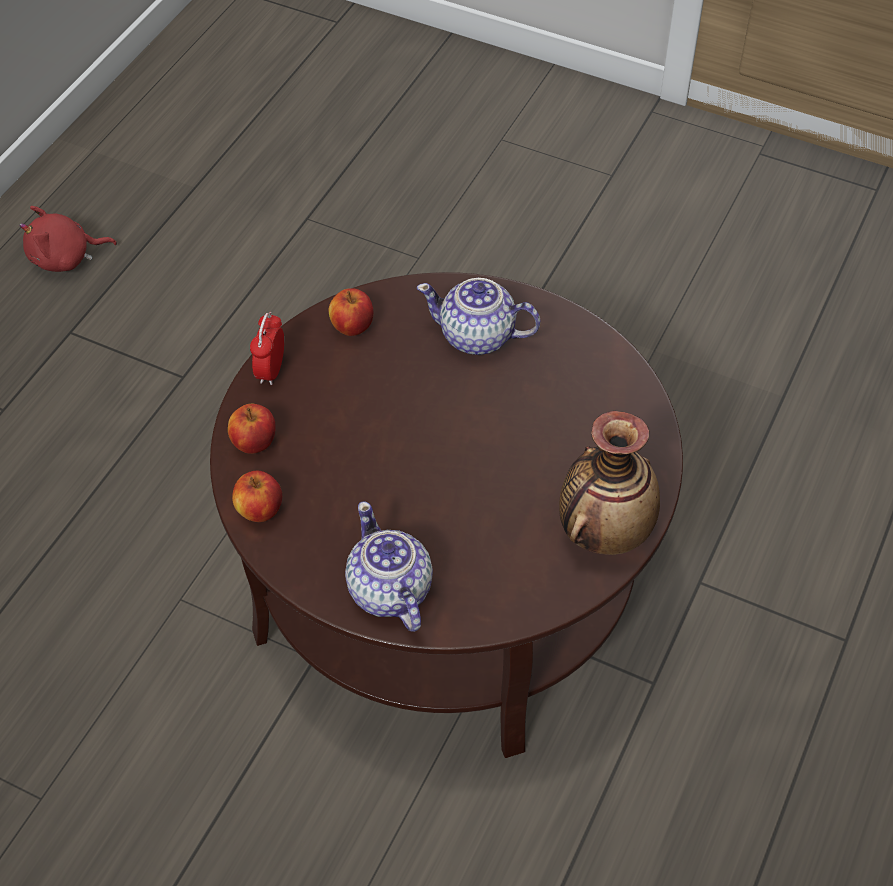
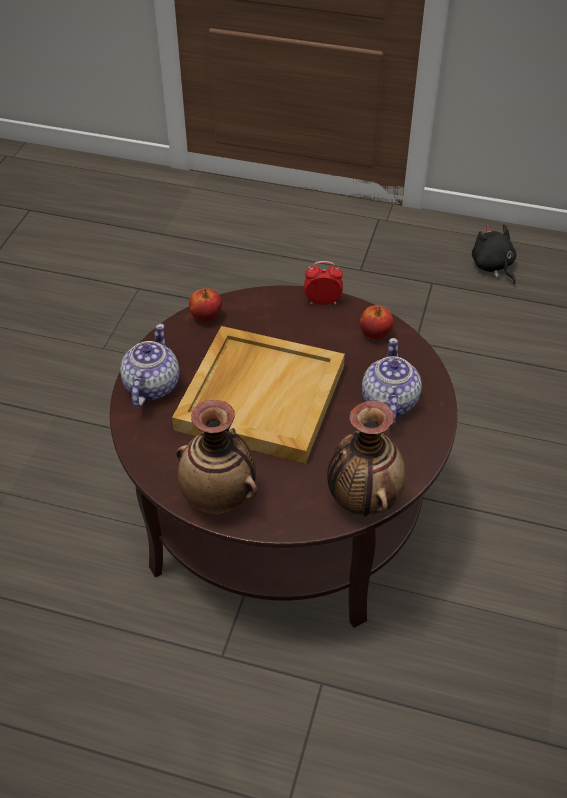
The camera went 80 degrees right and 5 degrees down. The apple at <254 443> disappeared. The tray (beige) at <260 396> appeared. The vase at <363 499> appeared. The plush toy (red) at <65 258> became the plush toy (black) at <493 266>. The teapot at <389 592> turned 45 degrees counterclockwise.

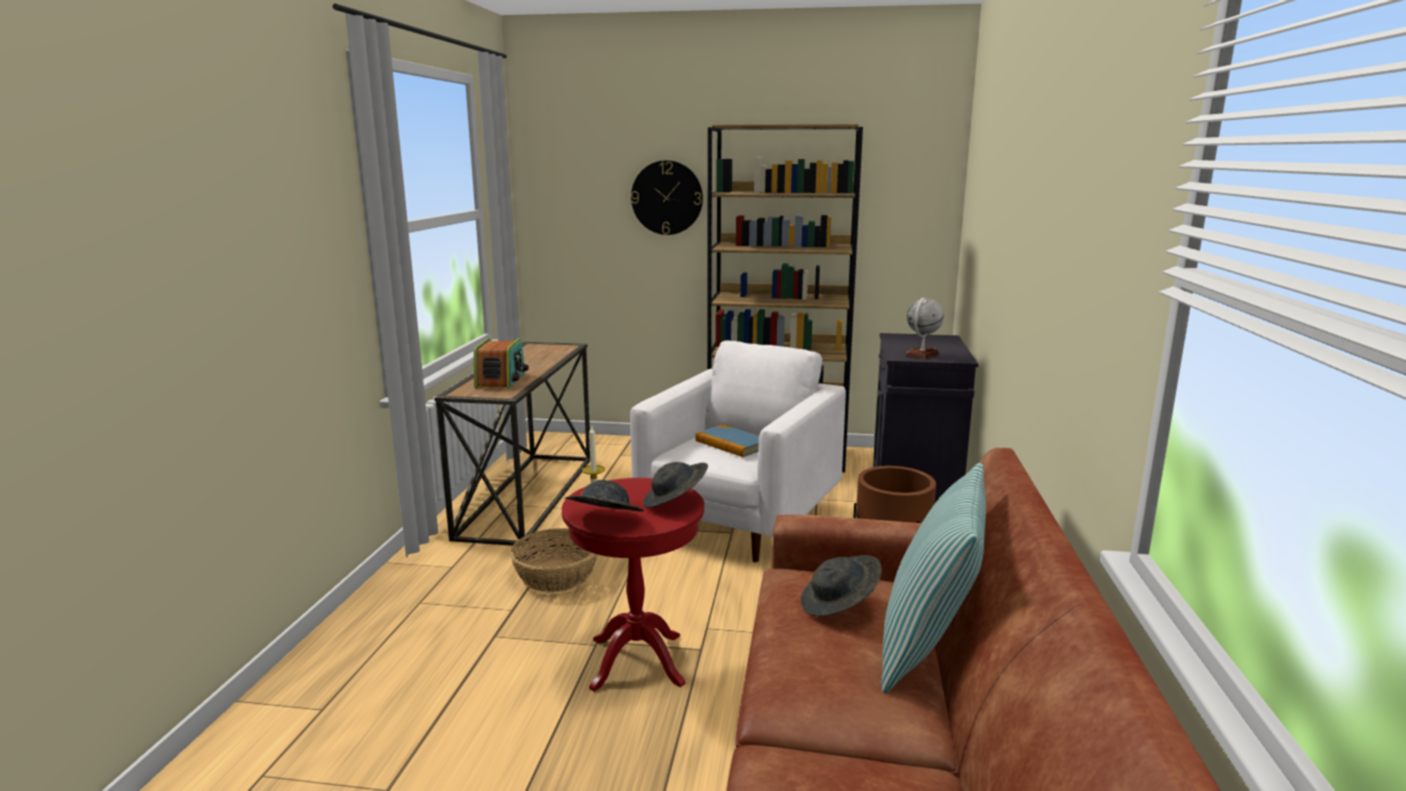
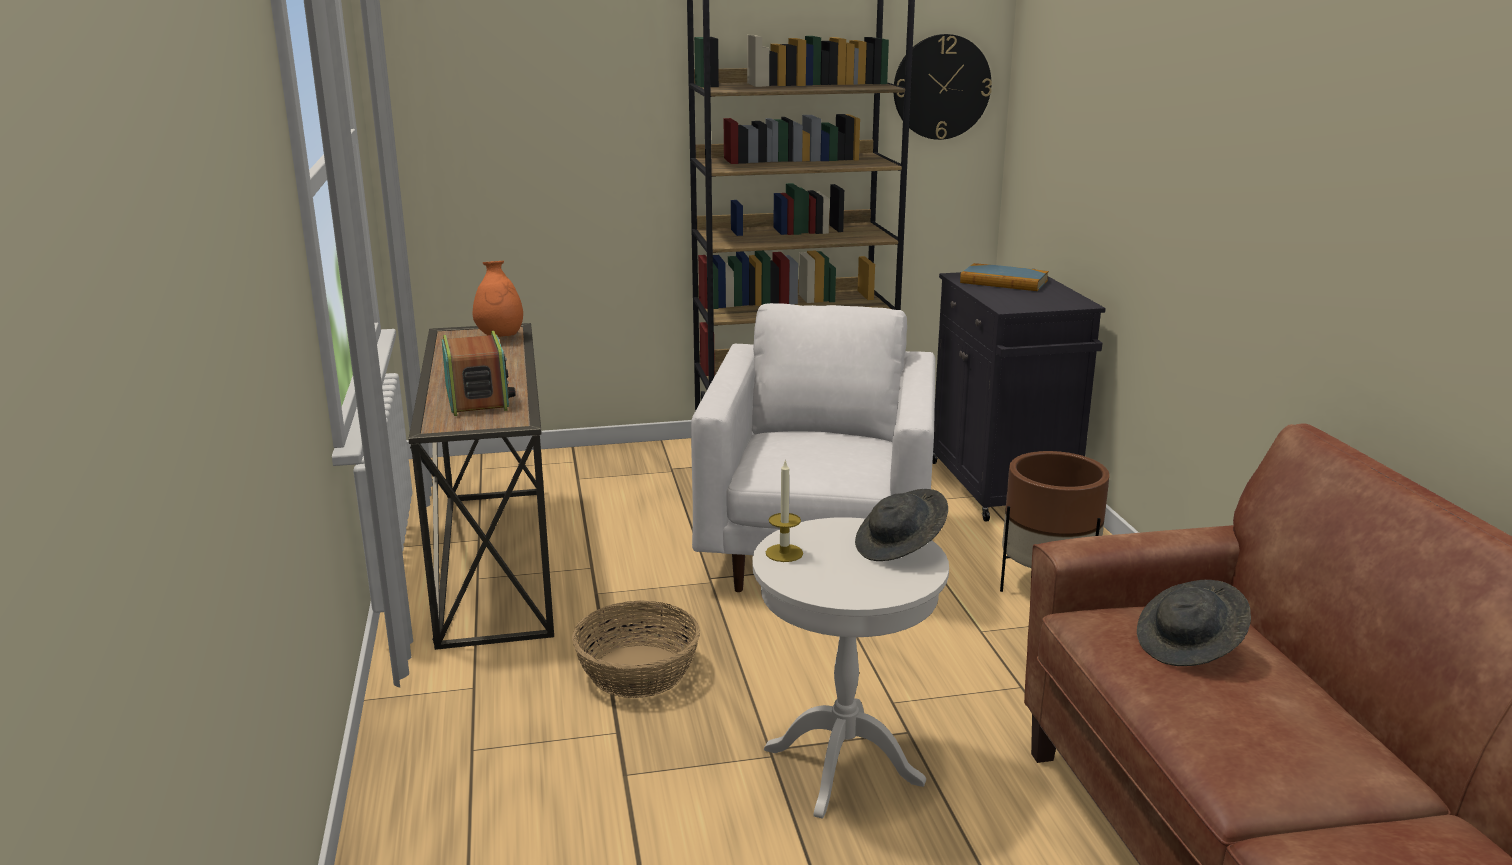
The camera went 20 degrees left and 5 degrees up. The hat (grey) at <604 521> disappeared. The pillow at <928 646> disappeared. The globe at <922 355> disappeared. The vase (orange) at <500 337> appeared. The wall clock moved from <667 197> to <941 87>. The book moved from <732 444> to <1004 282>. The side table (red) at <637 661> became the side table (white) at <842 765>.

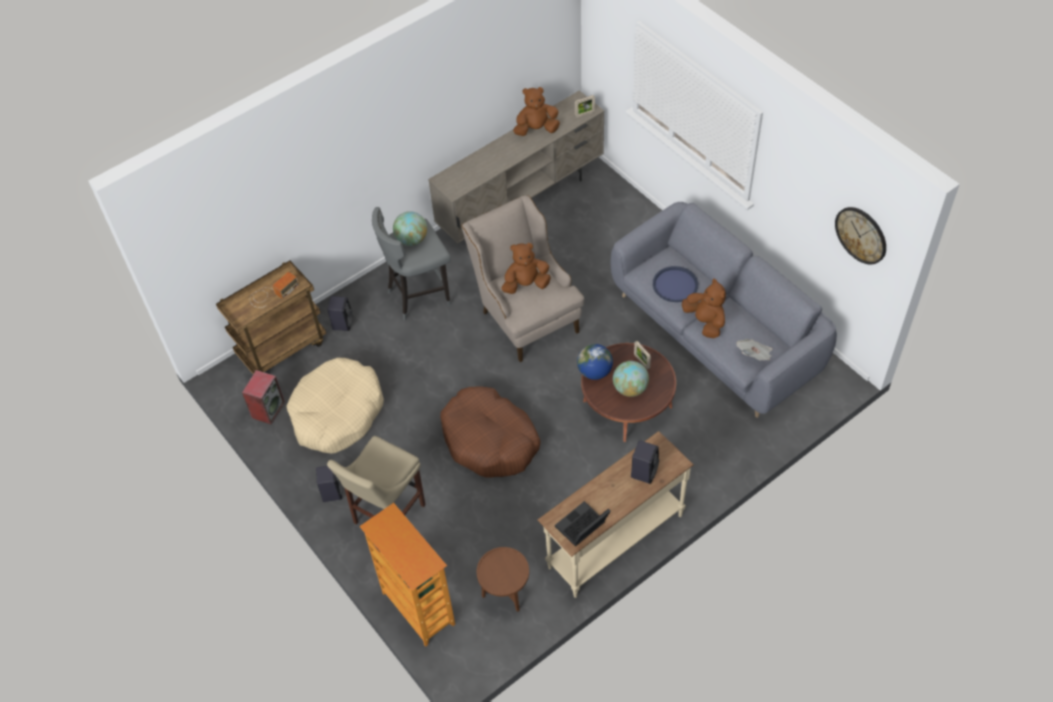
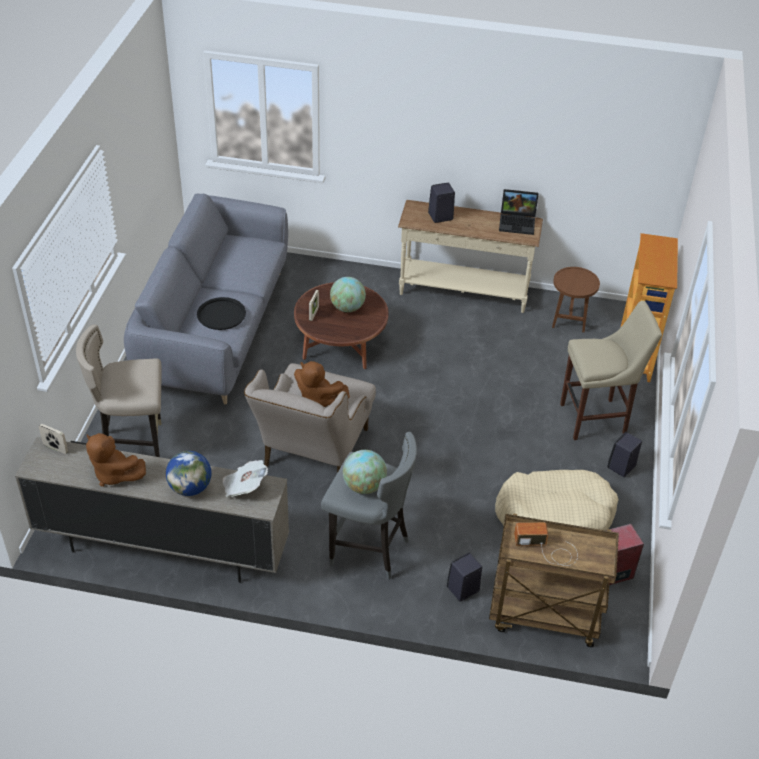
The camera went 135 degrees left and 10 degrees down. The dog bed (brown) at <490 440> disappeared. The plush toy (brown) at <705 322> disappeared. The wall clock at <861 235> disappeared. The stool (beige) at <134 446> appeared. The globe moved from <594 372> to <190 488>. The newspaper moved from <754 355> to <244 486>. The tray (blue) at <675 285> became the tray (black) at <221 314>.

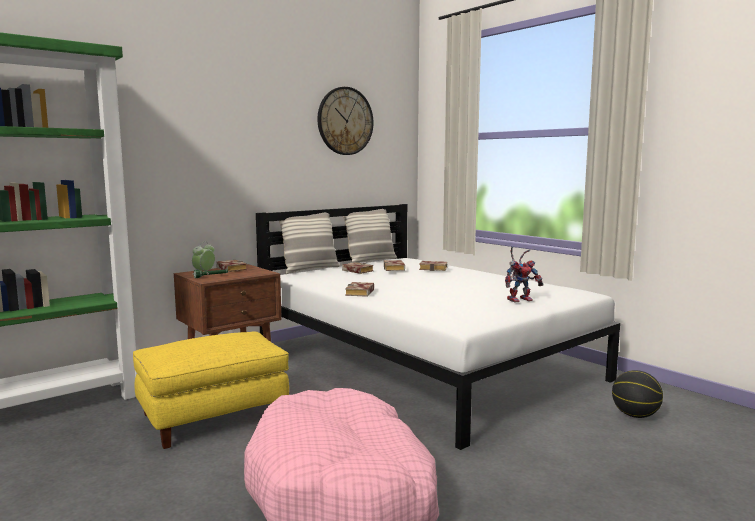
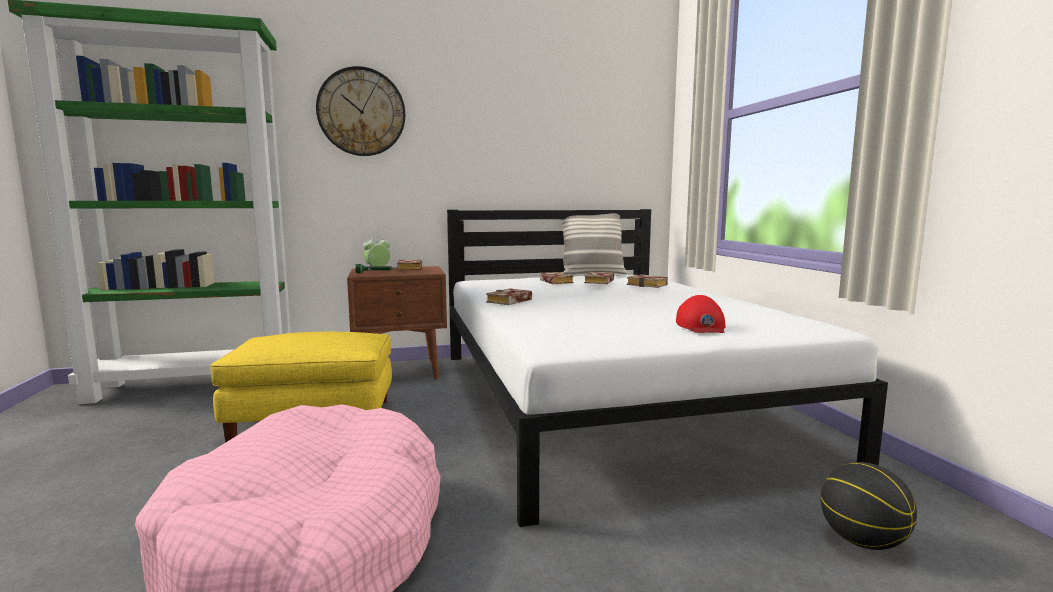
The camera went 25 degrees right and 0 degrees up. The pillow at <309 269> disappeared. The wall clock moved from <345 121> to <361 112>. The toy robot at <520 299> was replaced by the cap (red) at <701 326>.

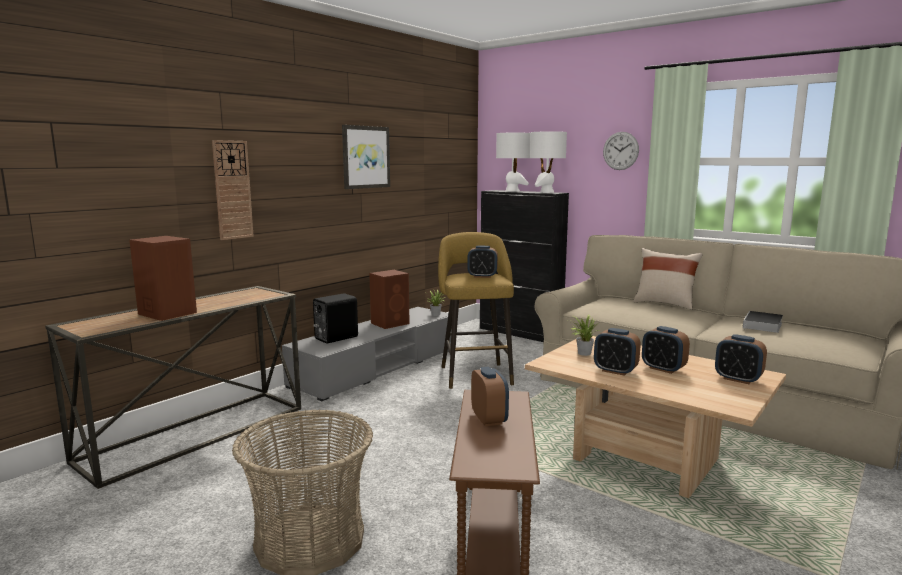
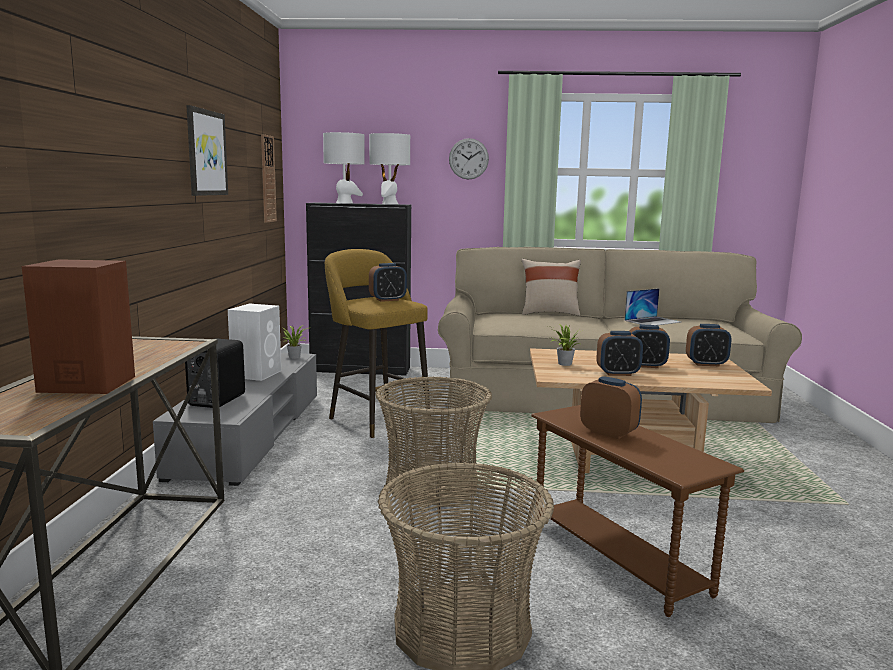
The camera went 35 degrees left and 0 degrees up. The basket at <432 484> appeared. The wall clock moved from <232 190> to <267 179>. The book at <762 325> was replaced by the laptop at <652 321>. The speaker (brown) at <391 323> became the speaker (white) at <257 373>.

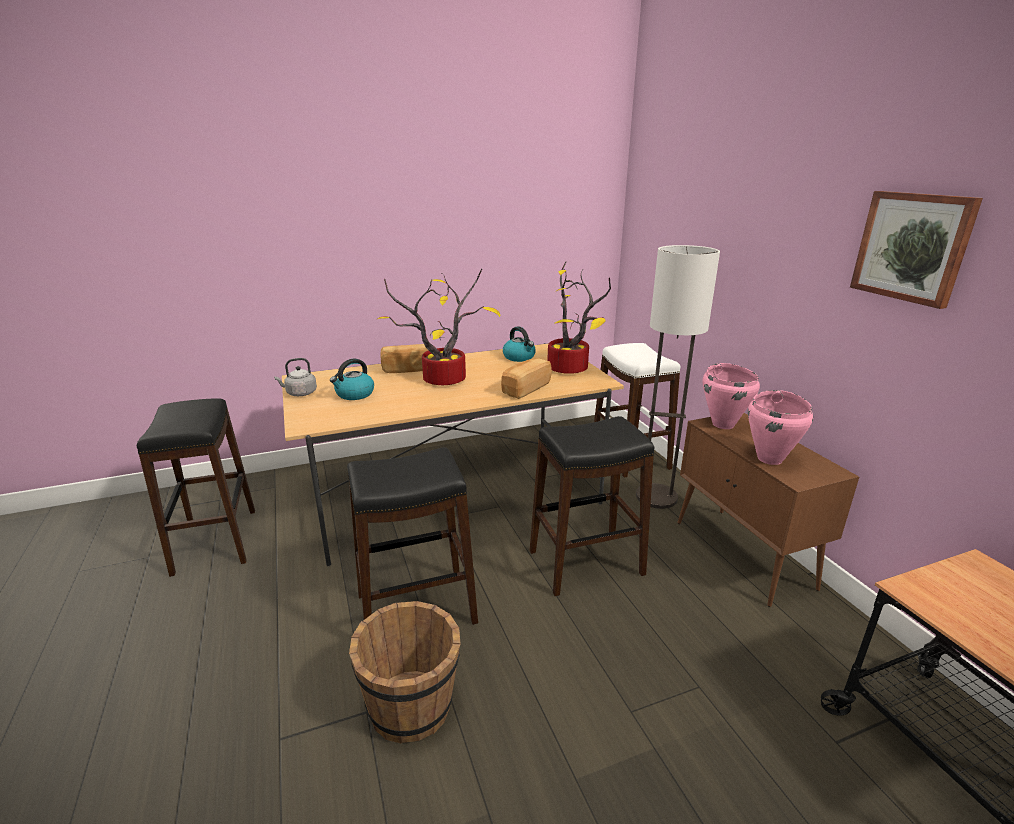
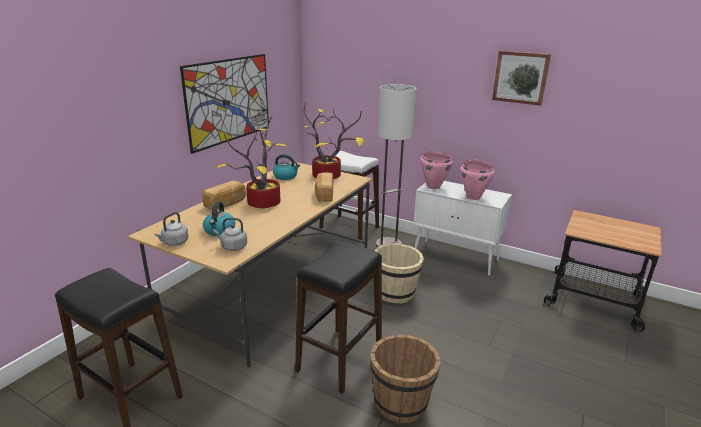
The camera went 40 degrees left and 0 degrees up. The picture at <229 100> appeared. The kettle (grey) at <232 247> appeared. The stool (black) at <585 563> was replaced by the bucket (beige) at <395 293>. The cabinet (brown) at <743 555> became the cabinet (white) at <456 257>.

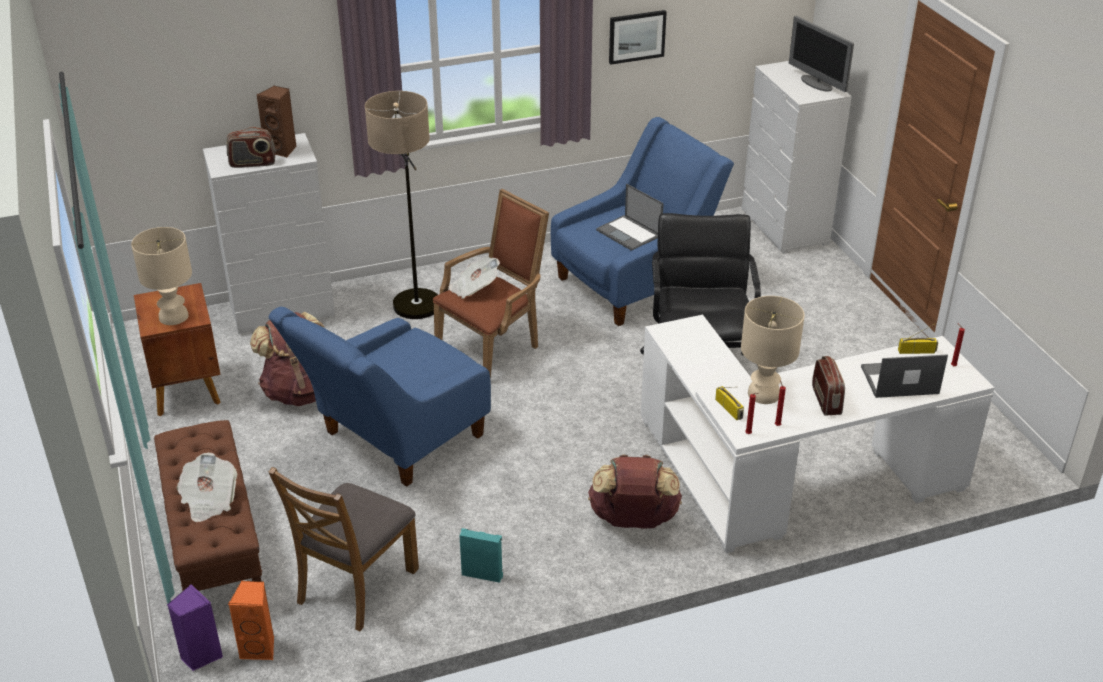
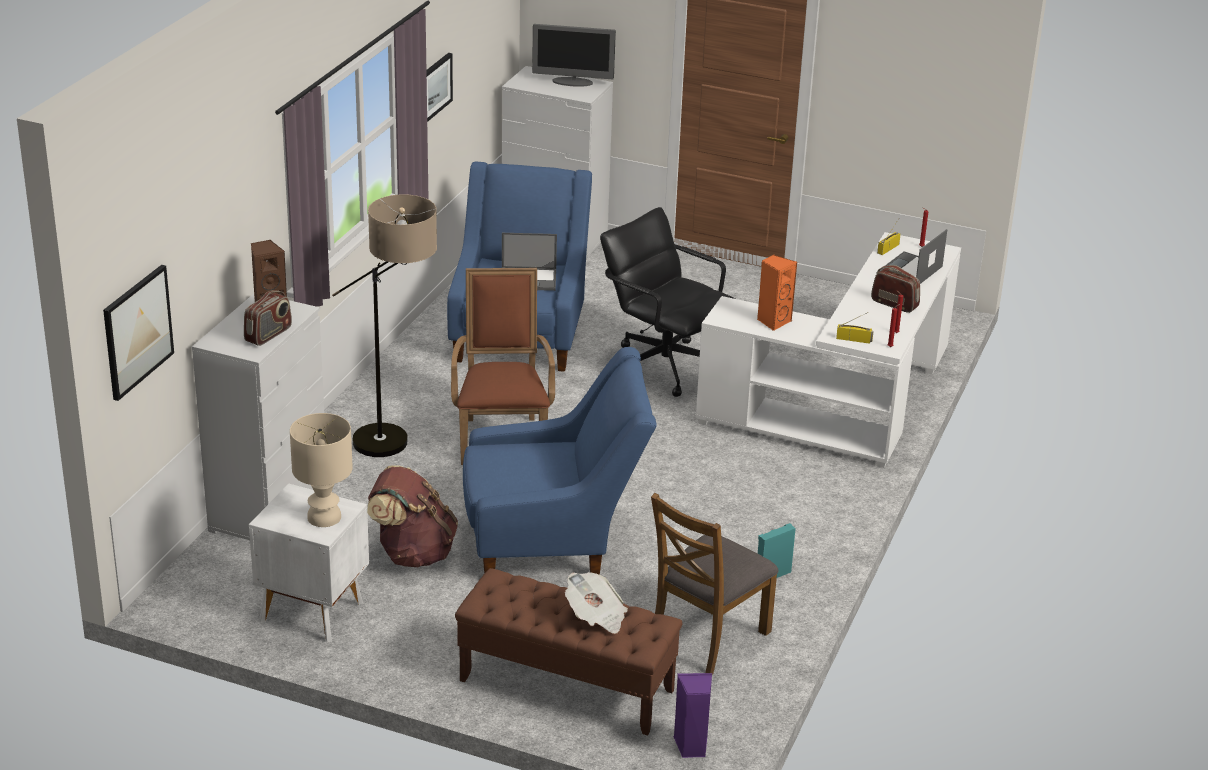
The camera went 50 degrees left and 5 degrees down. The newspaper at <474 288> disappeared. The backpack (brown) at <633 520> disappeared. The table lamp (beige) at <764 394> disappeared. The picture at <137 331> appeared. The speaker (orange) moved from <260 648> to <773 321>. The nightstand (brown) at <187 389> became the nightstand (white) at <311 610>. The armchair (blue) at <393 441> turned 90 degrees counterclockwise. The chair (brown) at <356 585> turned 60 degrees clockwise.

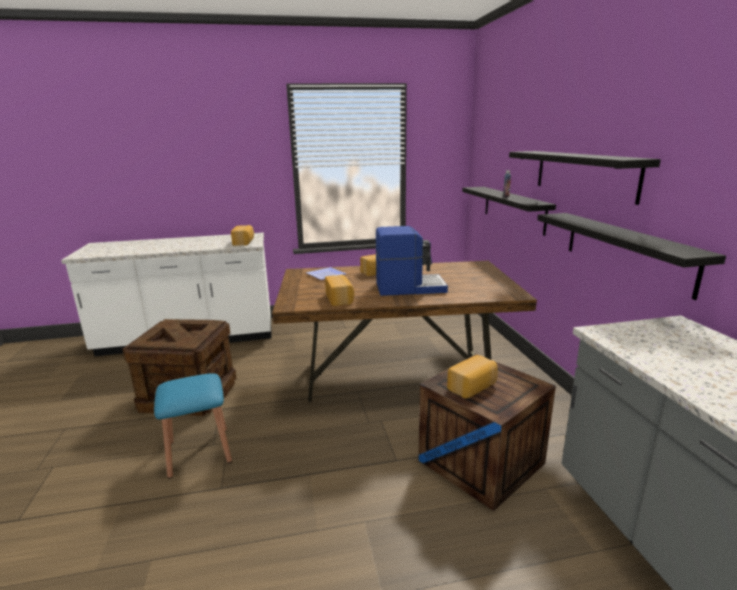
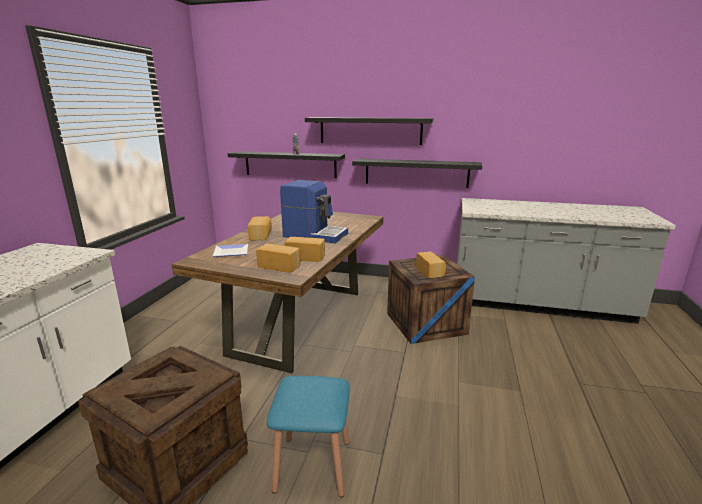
The camera went 65 degrees left and 0 degrees up. The bread moved from <244 242> to <280 266>. The coffee machine at <409 287> turned 90 degrees clockwise.

